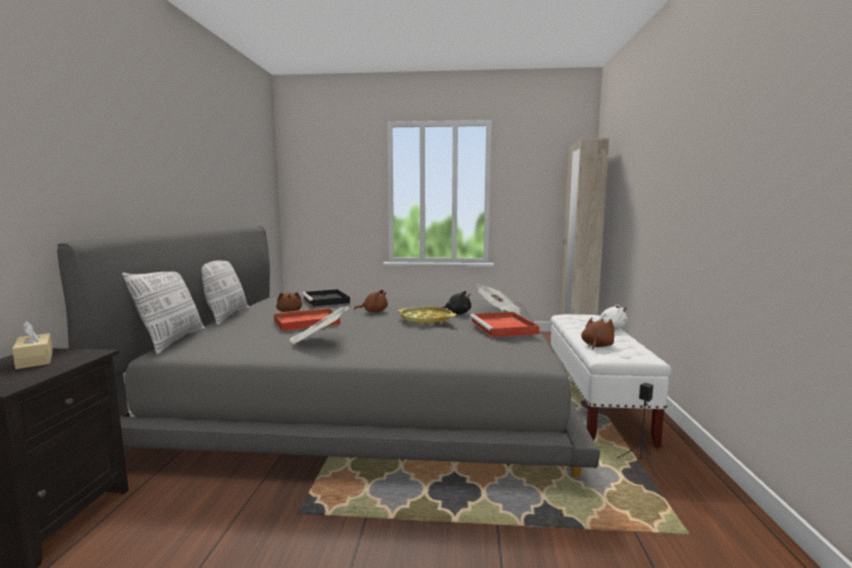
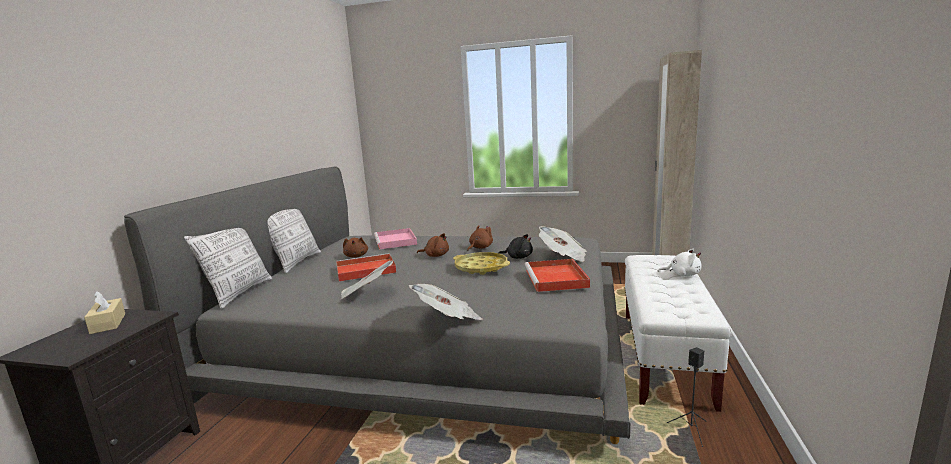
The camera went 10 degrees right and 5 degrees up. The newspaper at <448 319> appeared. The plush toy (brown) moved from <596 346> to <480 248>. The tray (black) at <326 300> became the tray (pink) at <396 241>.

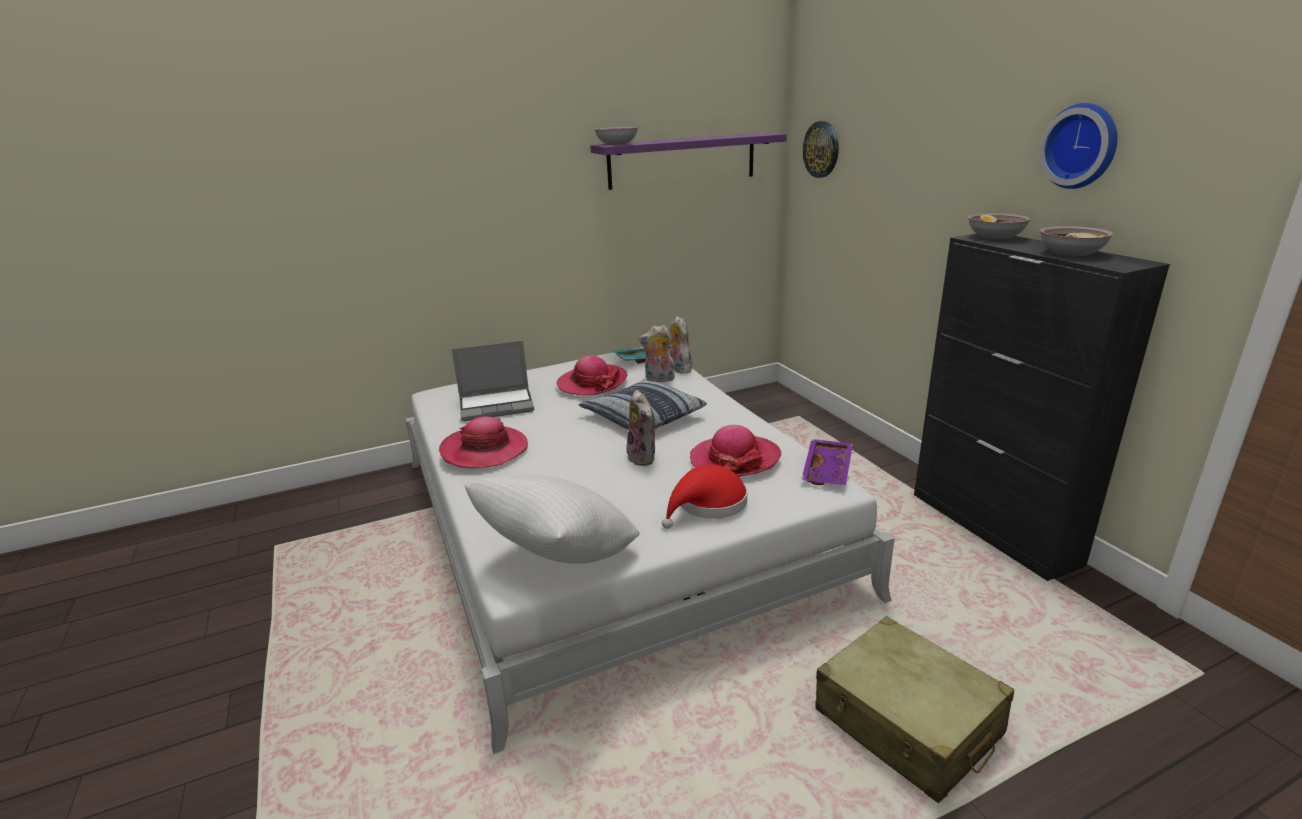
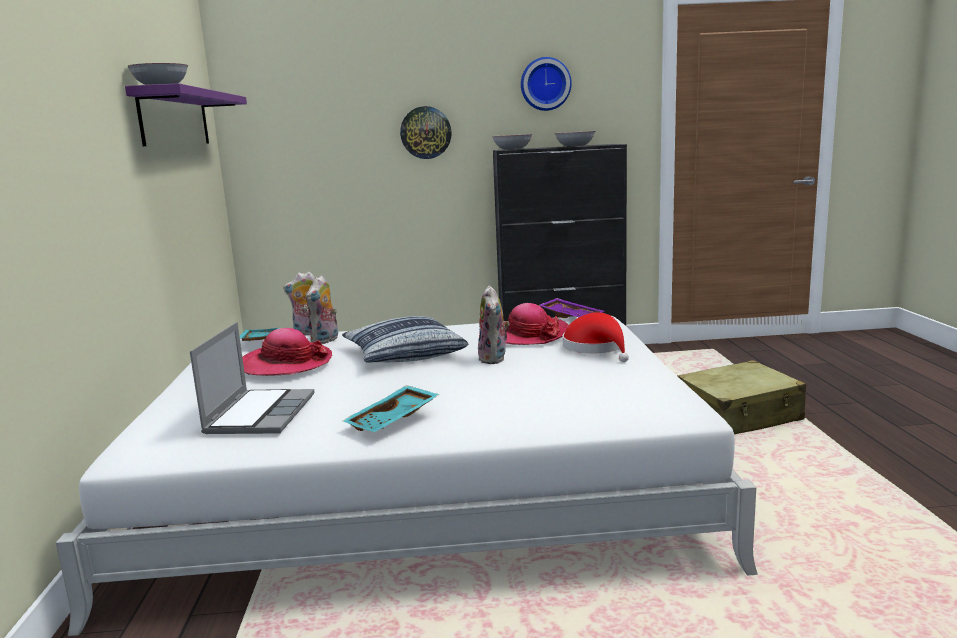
The camera went 70 degrees left and 10 degrees down. The pillow (white) at <558 557> disappeared. The wall clock moved from <821 149> to <425 132>. The hat at <484 450> was replaced by the tray (turquoise) at <393 420>. The plush toy at <644 458> turned 90 degrees clockwise.

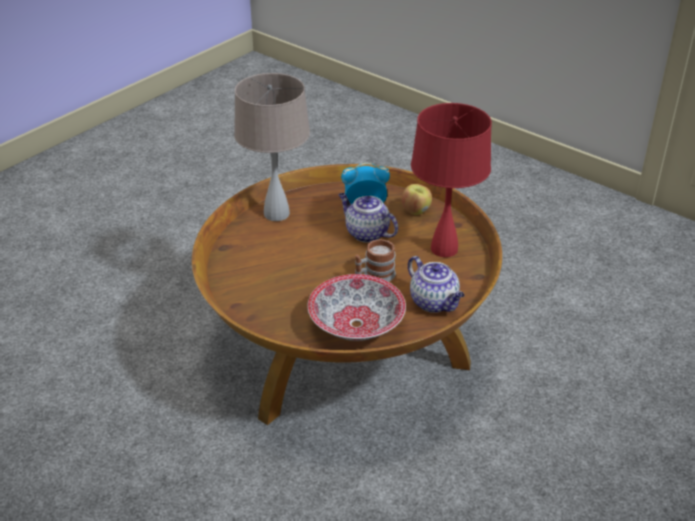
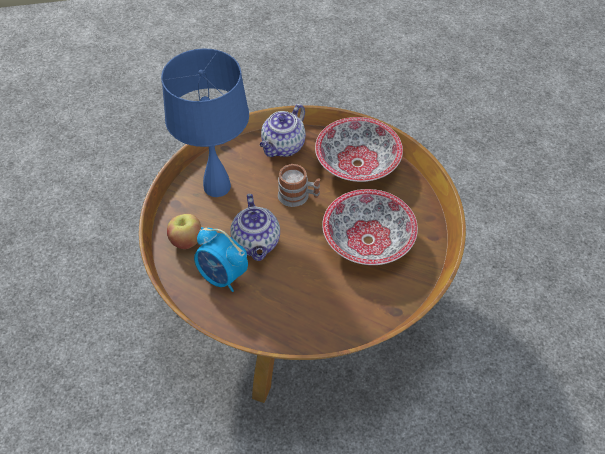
The camera went 140 degrees left and 15 degrees up. The table lamp (beige) at <276 214> disappeared. The bowl at <367 241> appeared. The table lamp (red) at <444 249> became the table lamp (blue) at <217 186>. The teapot at <435 303> turned 150 degrees counterclockwise.

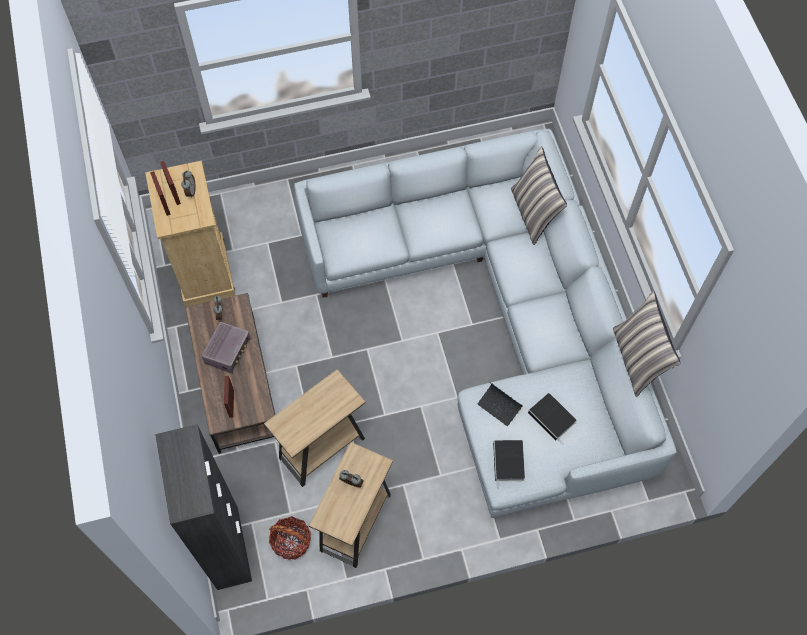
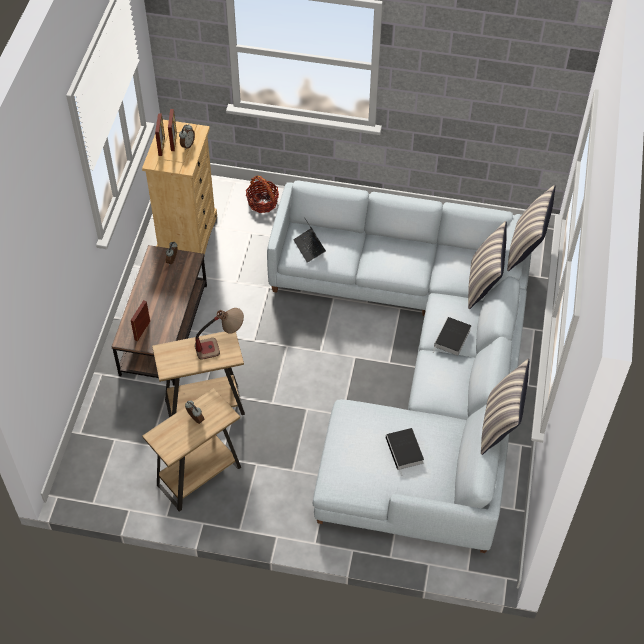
The camera went 25 degrees right and 10 degrees down. The cabinet (black) at <227 548> disappeared. The radio at <228 351> disappeared. The table lamp at <220 346> appeared. The pillow at <526 249> appeared. The basket moved from <291 542> to <262 202>. The laptop moved from <499 406> to <309 248>. The book moved from <509 463> to <452 339>.

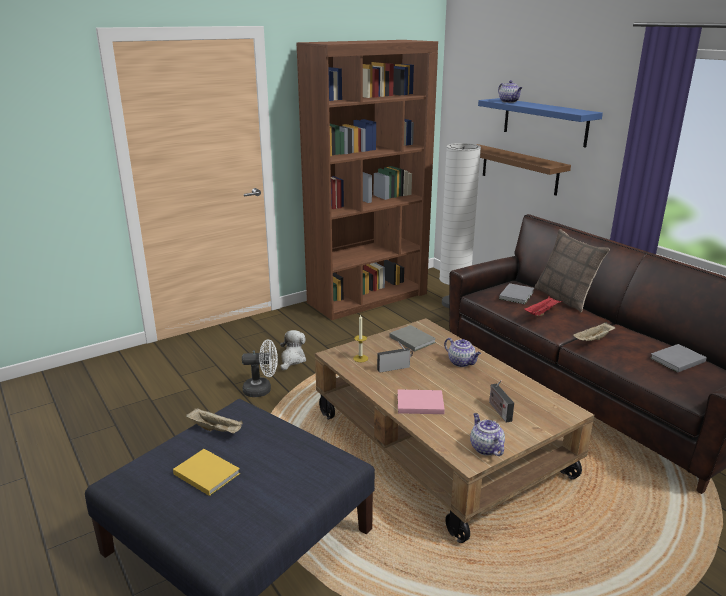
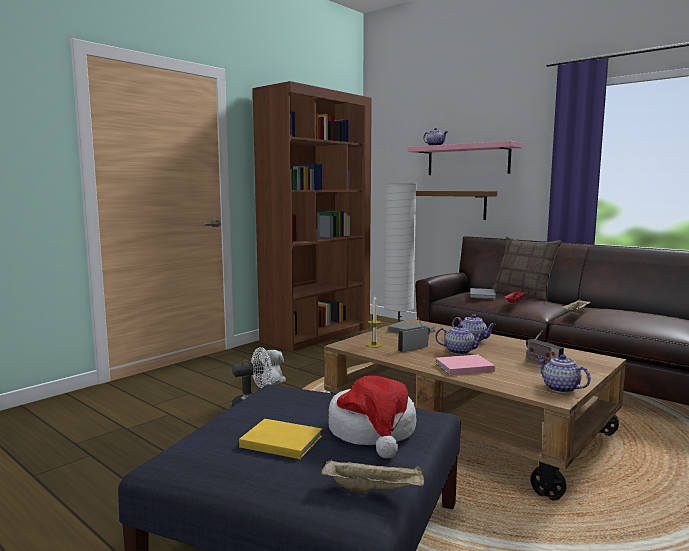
The camera went 15 degrees left and 15 degrees down. The book (grey) at <676 360> disappeared. The hat at <373 431> appeared. The teapot at <460 351> appeared. The tray (beige) moved from <216 429> to <374 490>. The shelf (blue) at <544 122> became the shelf (pink) at <468 160>.

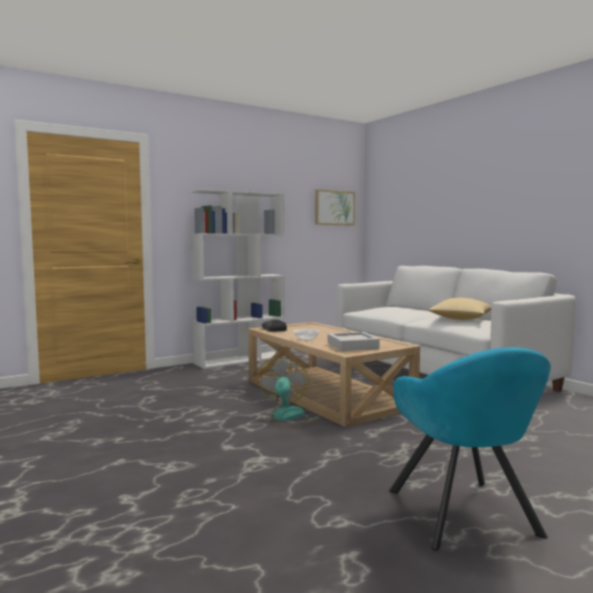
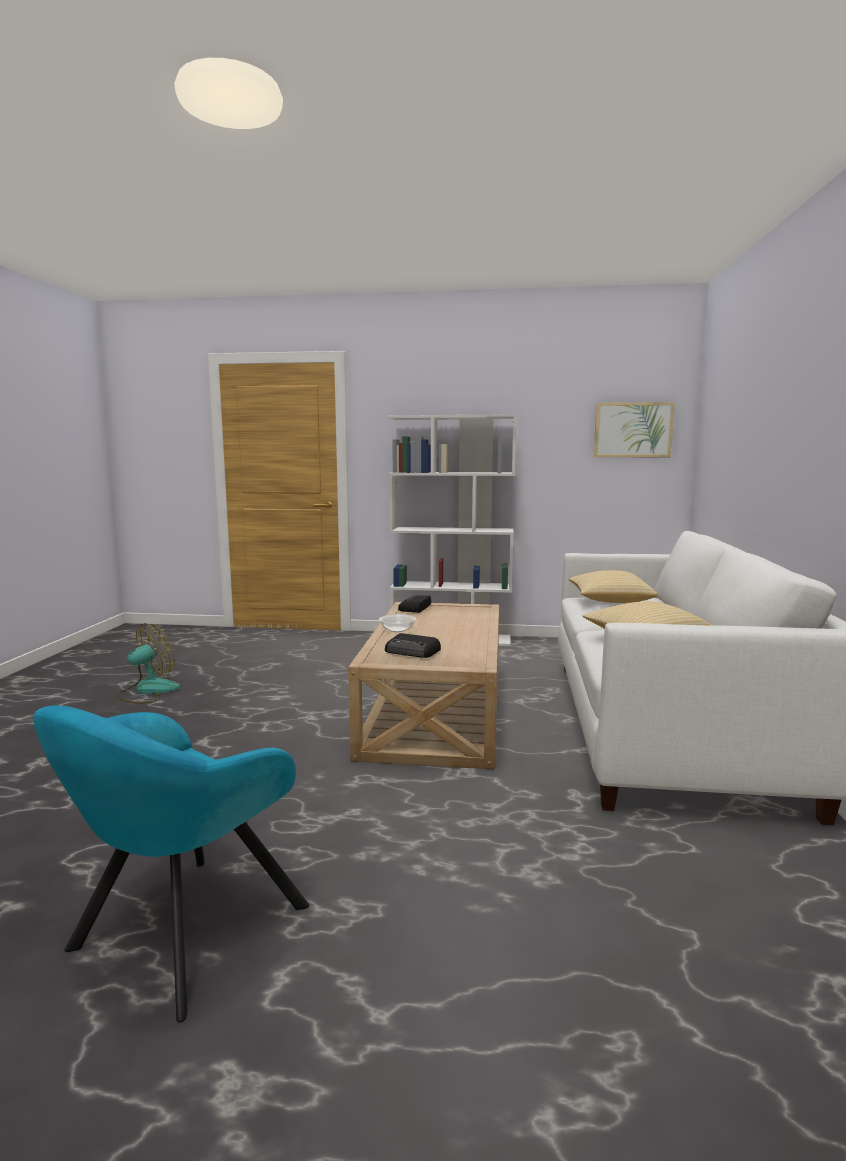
The camera went 40 degrees right and 5 degrees up. The pillow at <609 601> appeared. The fan moved from <288 418> to <147 691>. The tray (grey) at <352 345> was replaced by the radio at <413 651>.

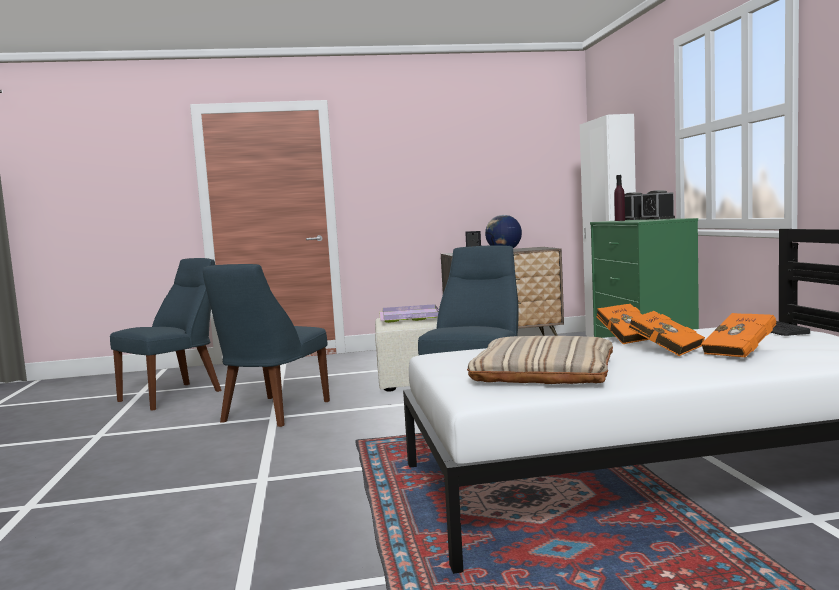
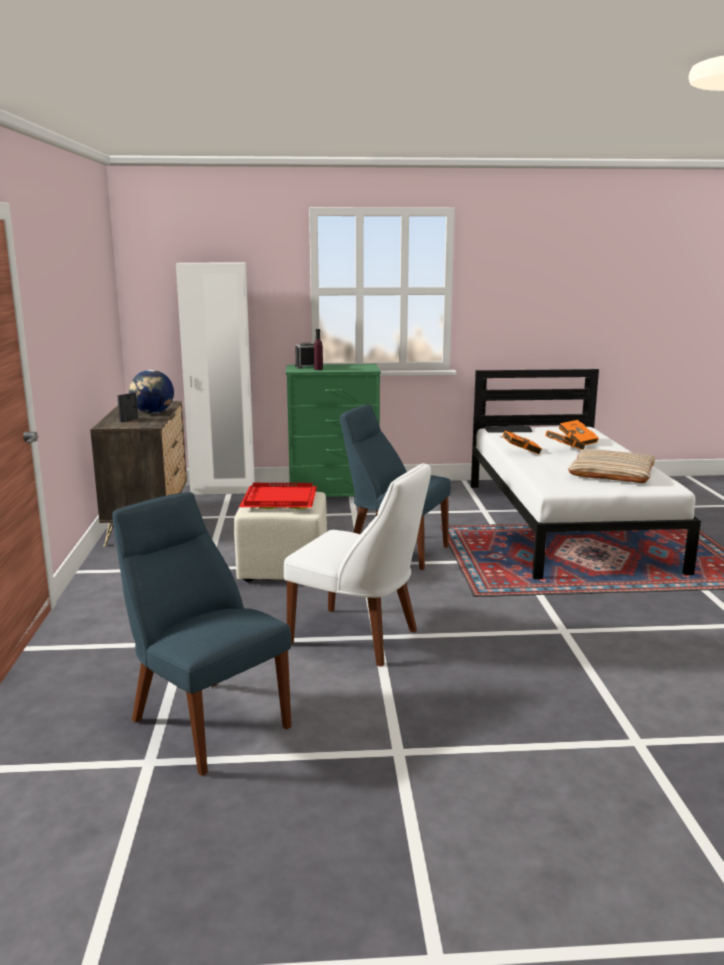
The camera went 85 degrees left and 10 degrees up. The alarm clock at <657 219> disappeared. The chair (blue) at <272 413> became the chair (white) at <359 638>. The tray (purple) at <412 316> became the tray (red) at <278 499>.

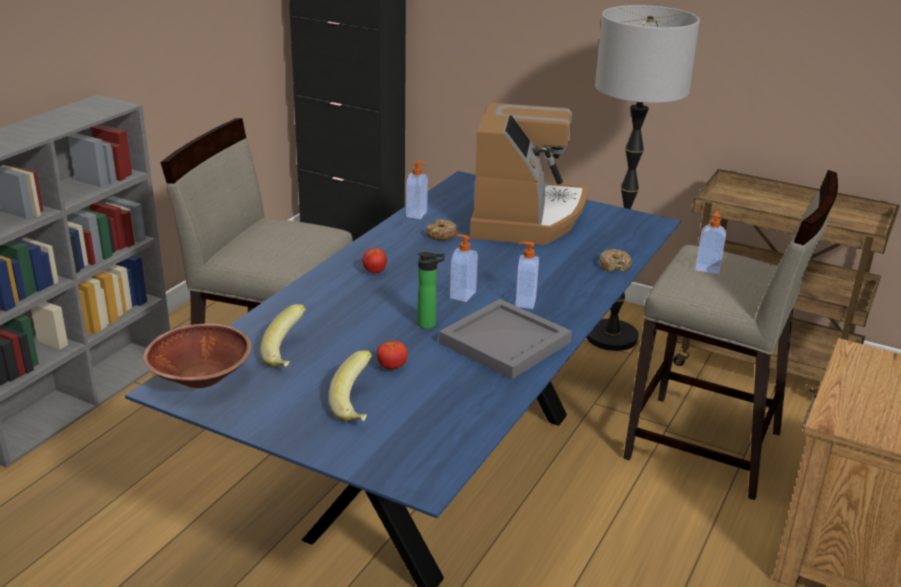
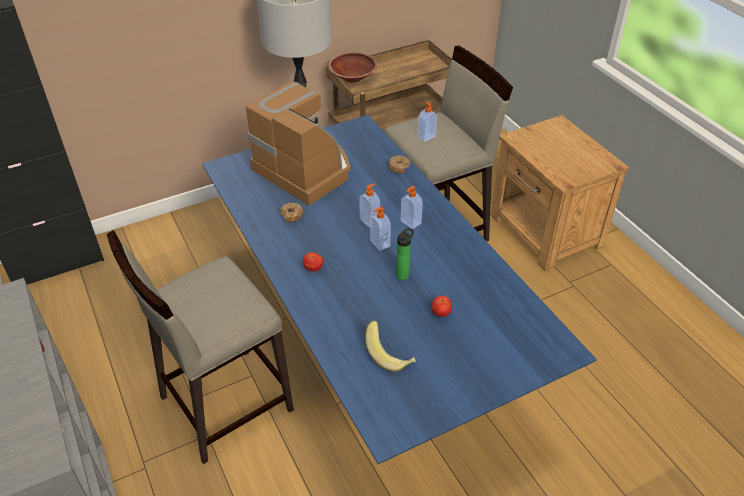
The camera went 55 degrees left and 15 degrees up. The banana at <358 406> disappeared. The tray (grey) at <505 343> disappeared. The bowl (brown) moved from <201 377> to <353 77>. The soap dispenser moved from <417 214> to <370 221>.

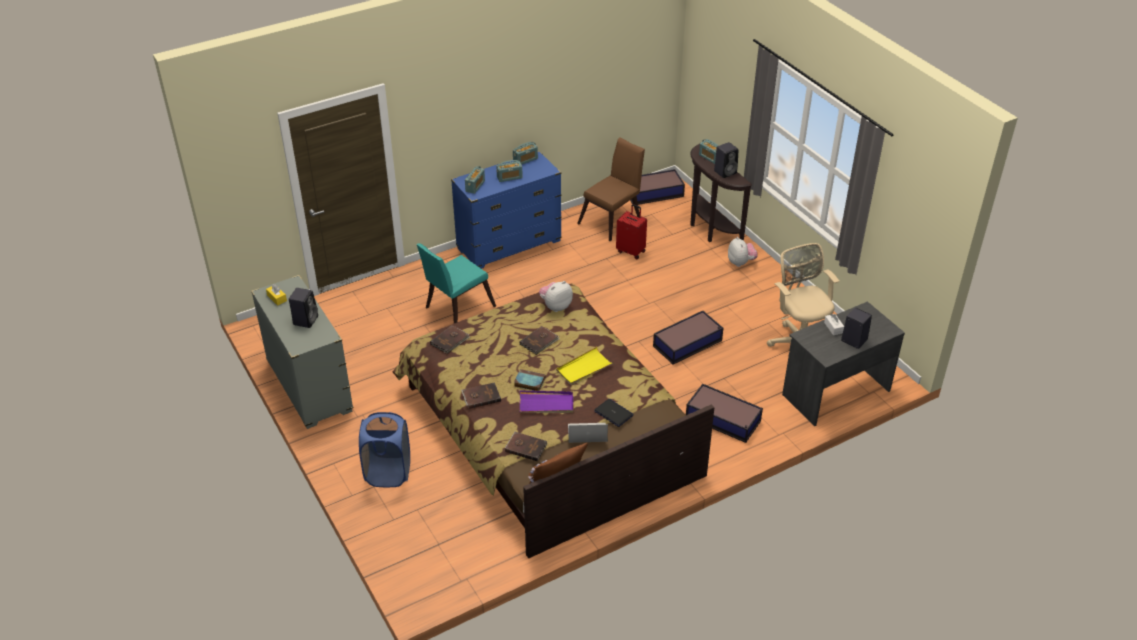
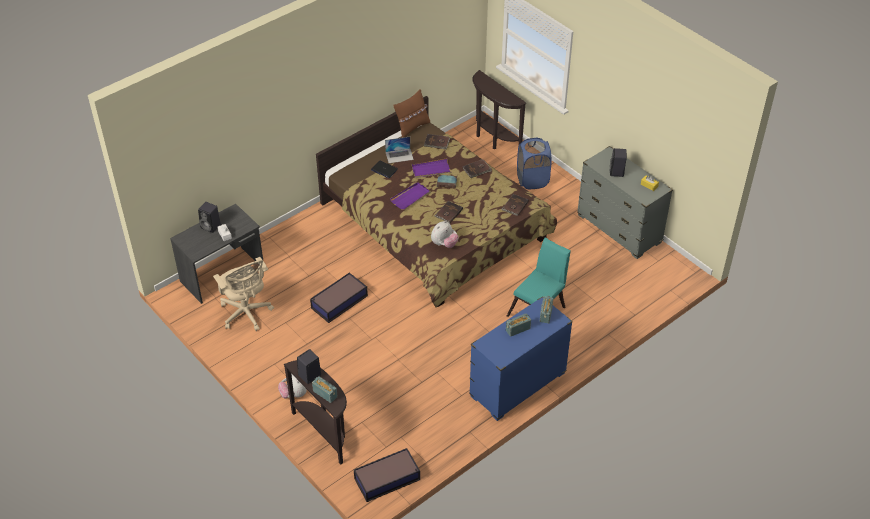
The camera went 170 degrees right and 5 degrees up. The radio at <525 160> disappeared. The chair (brown) at <613 220> disappeared. The suitcase (red) at <631 251> disappeared. The storage box at <723 419> disappeared. The console table (brown) at <493 139> appeared. The tray (yellow) at <584 368> became the tray (purple) at <410 197>.

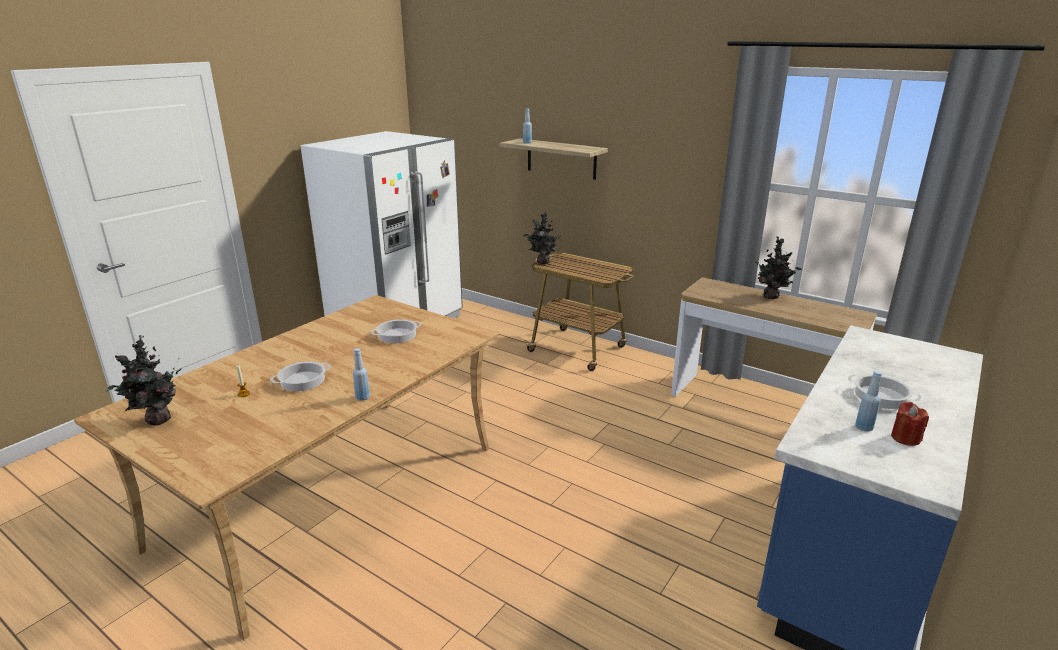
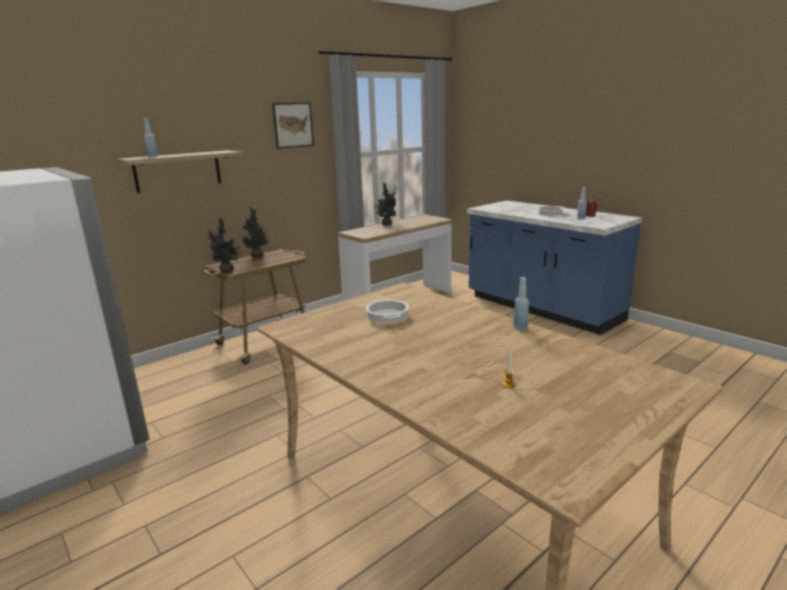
The camera went 75 degrees left and 5 degrees down. The cooking pot at <303 380> disappeared. The picture at <293 125> appeared. The potted plant moved from <157 421> to <258 256>.

